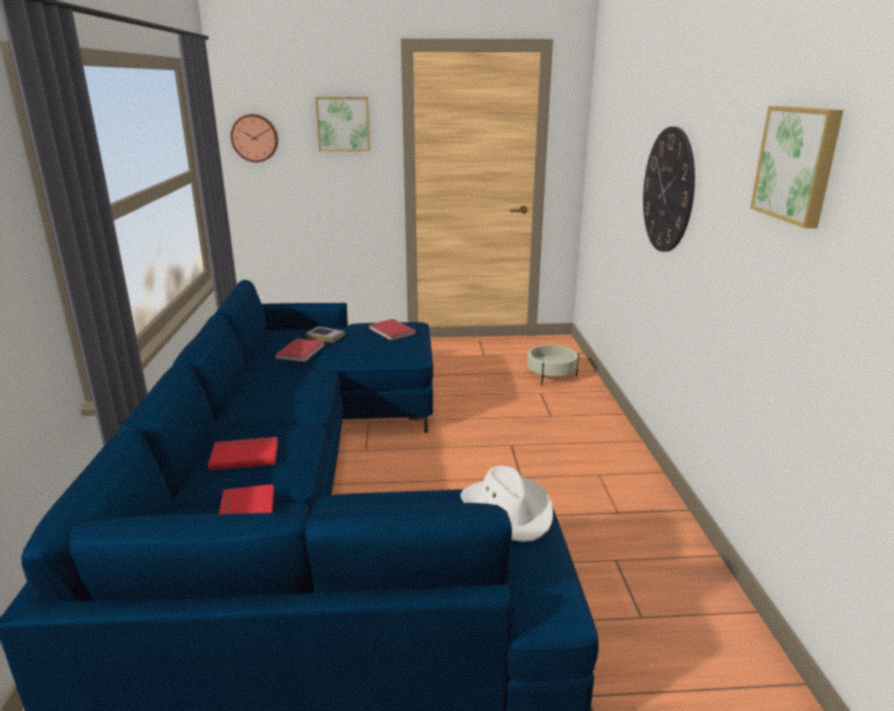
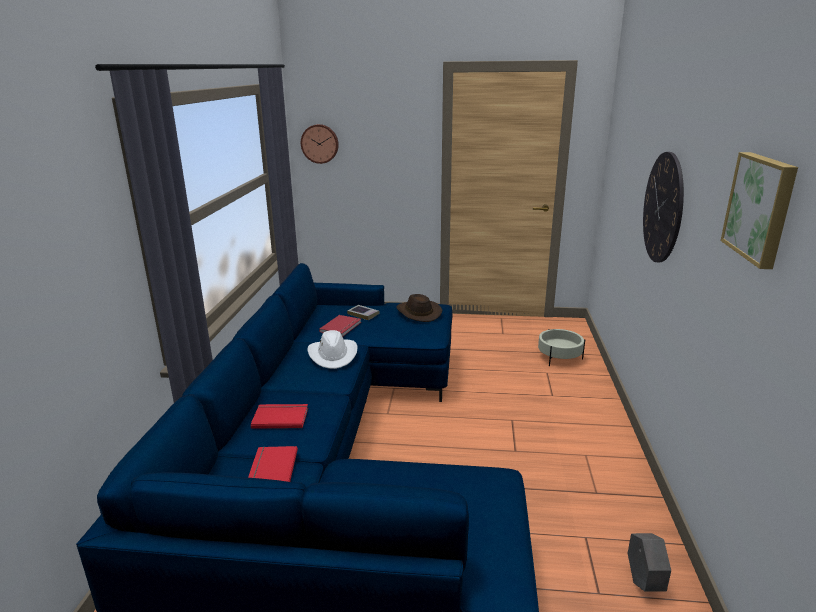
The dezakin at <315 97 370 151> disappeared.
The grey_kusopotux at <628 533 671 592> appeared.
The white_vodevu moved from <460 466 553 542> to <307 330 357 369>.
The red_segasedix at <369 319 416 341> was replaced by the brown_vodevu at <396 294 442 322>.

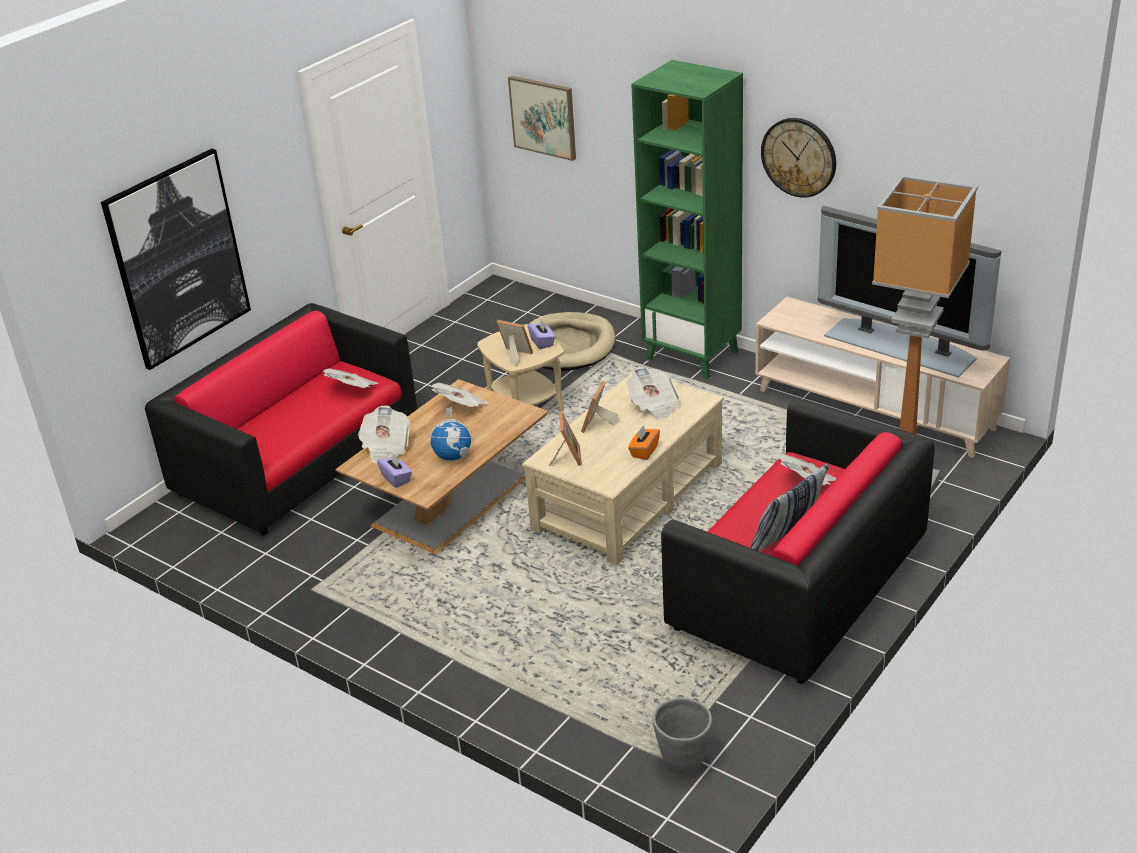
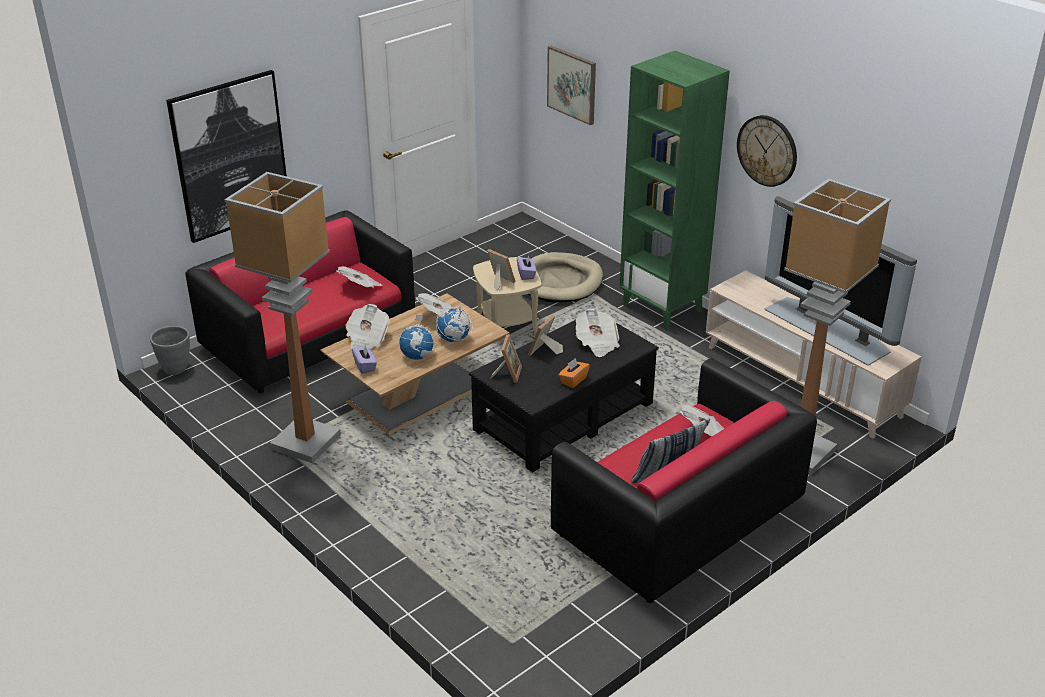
The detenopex at <225 172 341 463> appeared.
The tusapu at <436 306 473 343> appeared.
The grey_kusopotux moved from <653 698 712 775> to <150 326 190 375>.
The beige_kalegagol at <522 372 724 565> became the black_kalegagol at <469 320 659 473>.

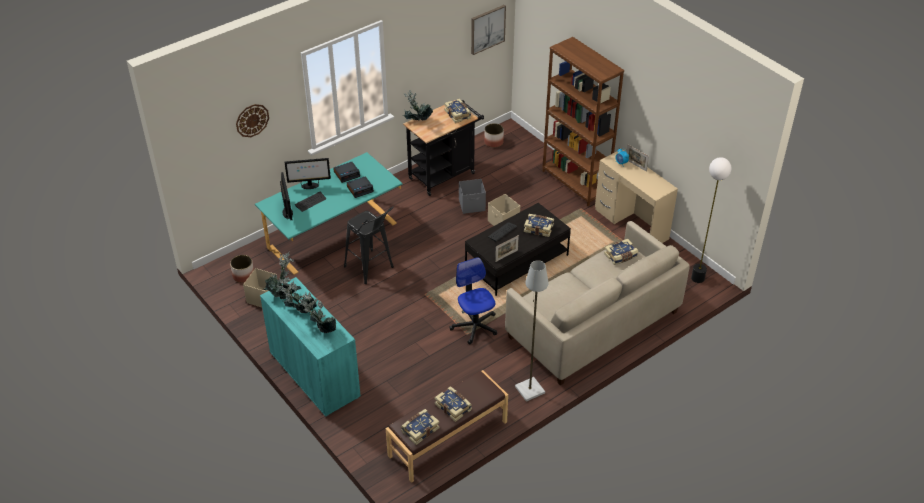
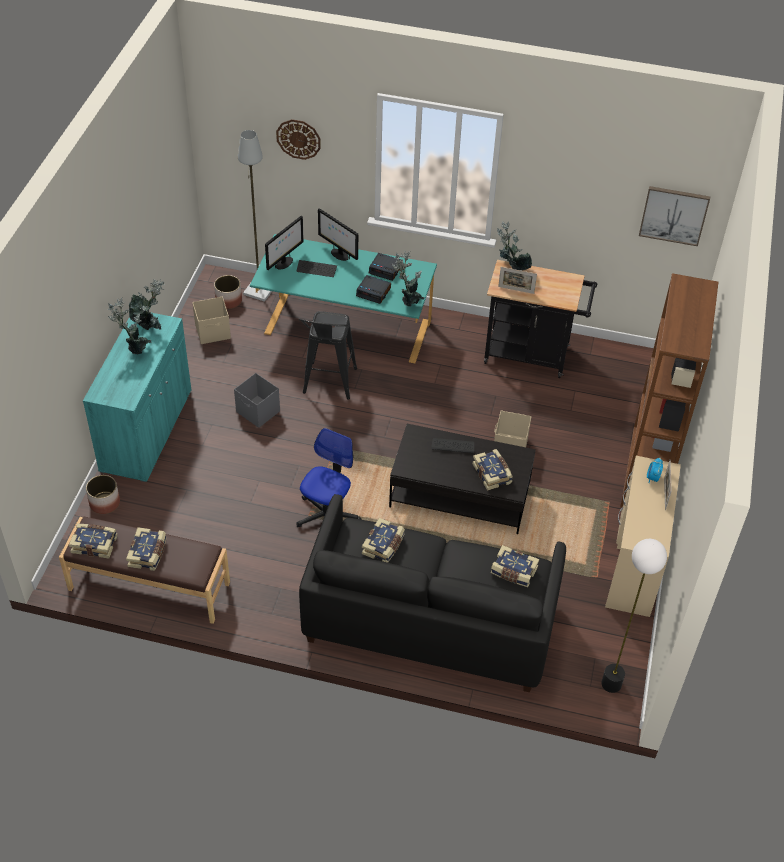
The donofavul moved from <300 291 336 333> to <392 251 424 307>.
The segasedix moved from <444 99 471 123> to <362 518 405 563>.
The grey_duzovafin moved from <459 179 486 214> to <234 373 280 428>.
The kusopotux moved from <484 123 504 148> to <86 475 120 514>.
The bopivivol moved from <495 235 519 262> to <498 267 537 294>.
The grey_detenopex moved from <515 260 548 402> to <238 130 272 302>.
The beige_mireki at <505 221 690 386> became the black_mireki at <299 494 566 692>.

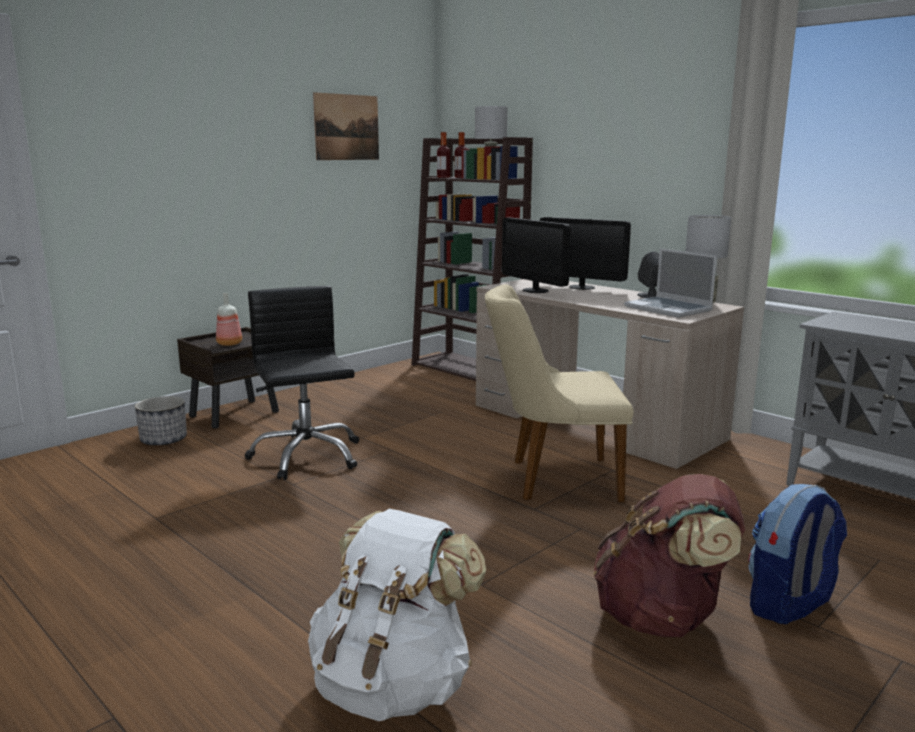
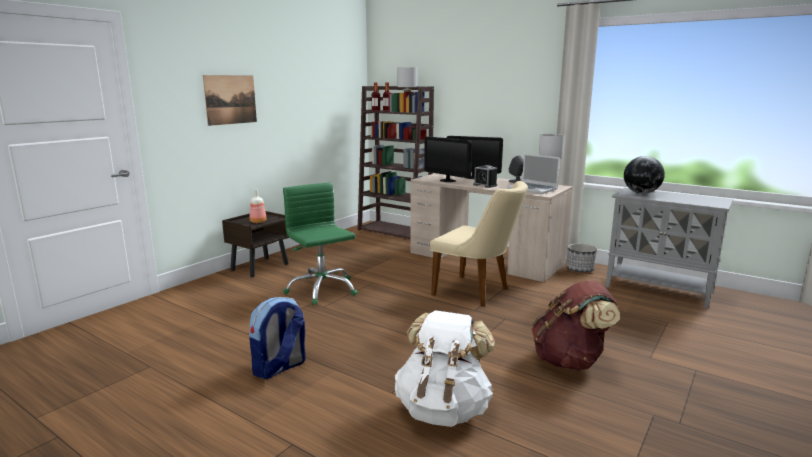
The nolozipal at <473 165 497 188> appeared.
The tusapu at <624 156 665 194> appeared.
The kusopotux moved from <135 396 187 445> to <567 243 597 273>.
The dezakin moved from <313 92 379 160> to <203 75 257 126>.
The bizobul moved from <748 484 847 624> to <249 297 305 379>.
The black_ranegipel at <245 286 359 480> became the green_ranegipel at <283 183 358 305>.
The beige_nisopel at <485 284 634 502> turned 135 degrees counterclockwise.

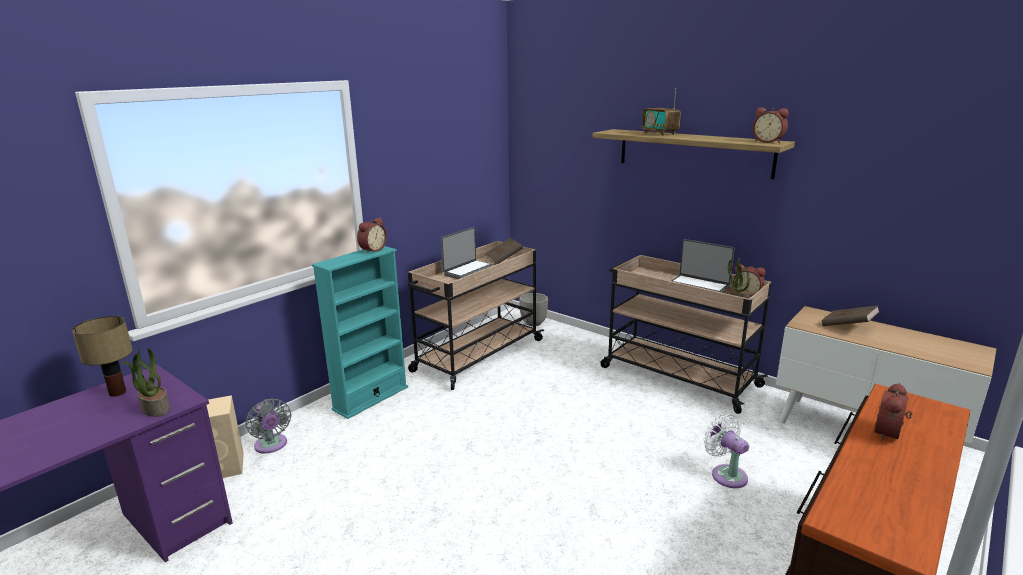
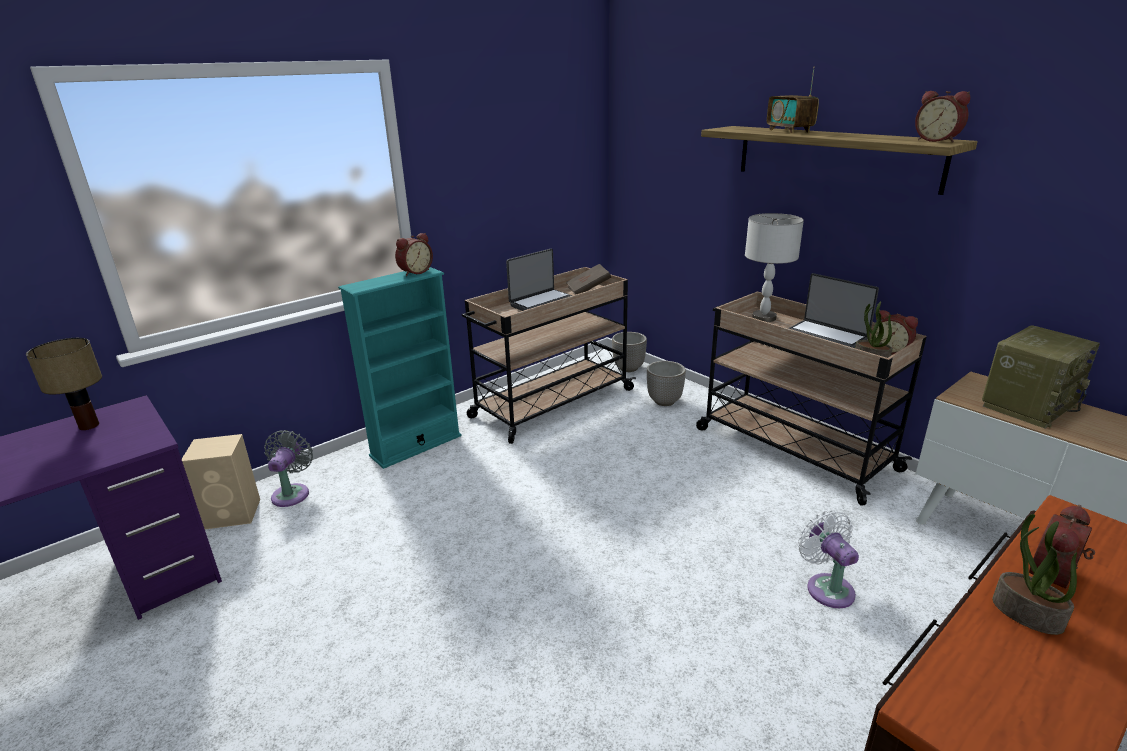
The kusopotux at <647 361 686 406> appeared.
The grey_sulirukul at <745 213 804 322> appeared.
The donofavul moved from <122 348 170 417> to <992 514 1077 635>.
The brown_segasedix at <822 305 880 326> was replaced by the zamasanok at <982 325 1100 429>.
The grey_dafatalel at <245 399 291 454> turned 150 degrees counterclockwise.

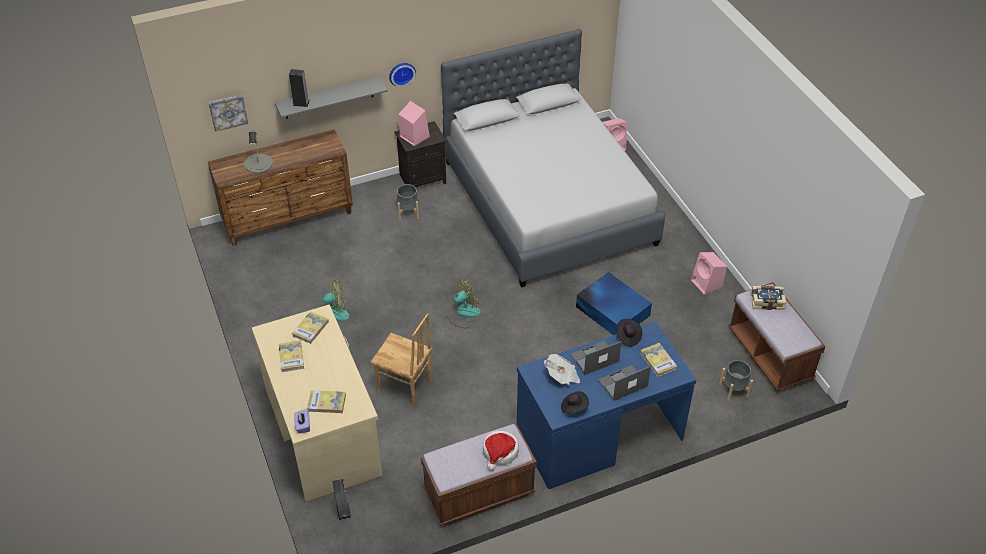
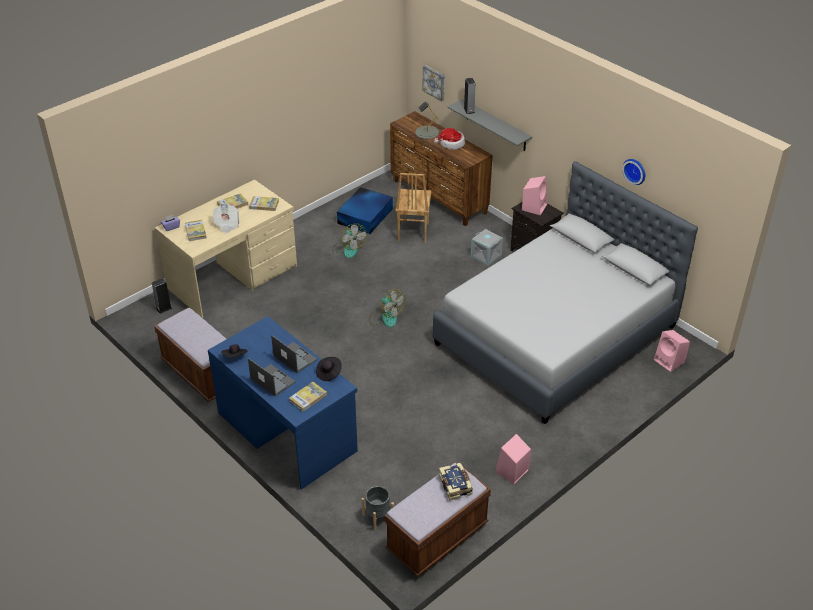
The brown_nisopel moved from <370 314 432 407> to <396 173 431 243>.
The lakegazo moved from <389 63 416 87> to <622 159 645 185>.
The vodevu moved from <483 431 519 471> to <434 128 465 150>.
The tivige moved from <544 354 580 385> to <212 203 240 234>.
The blue_duzovafin moved from <576 272 652 335> to <337 187 393 234>.
The grey_kusopotux at <397 184 419 220> was replaced by the grey_duzovafin at <471 229 503 265>.

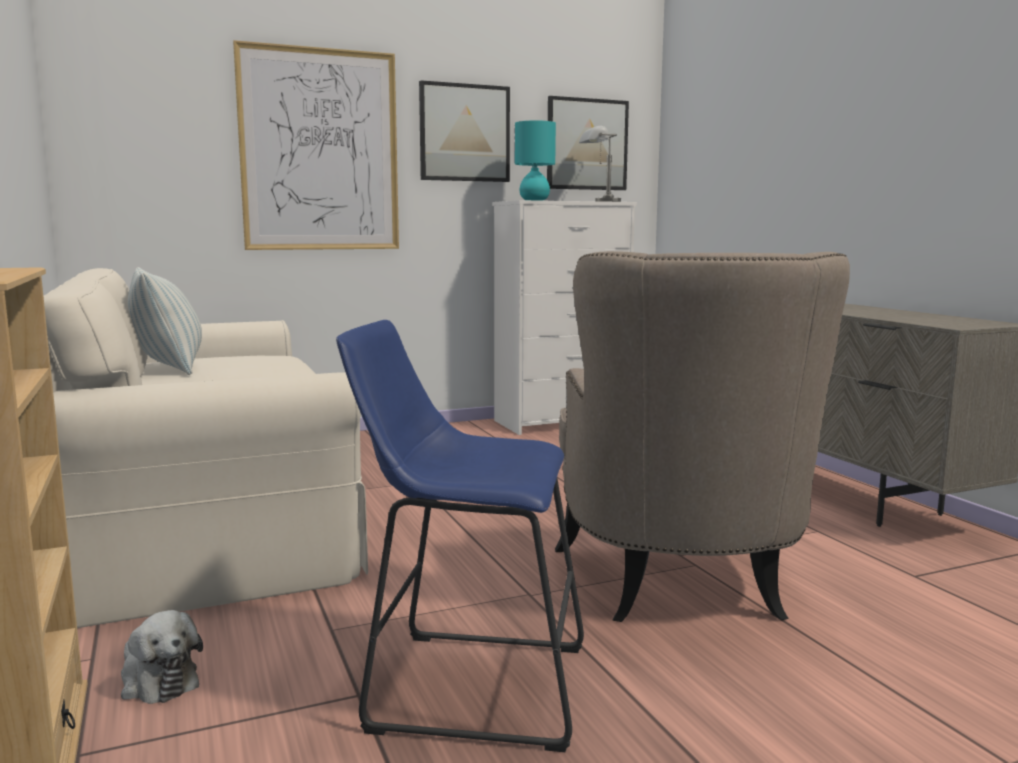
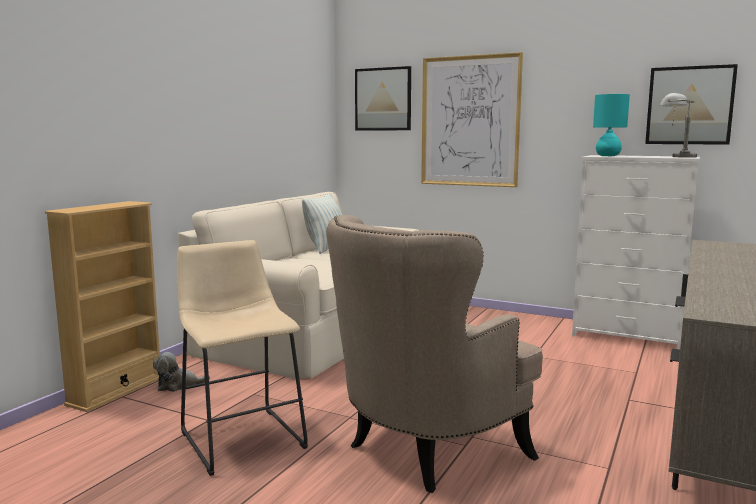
The dezakin moved from <419 80 510 182> to <355 66 411 131>.
The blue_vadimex at <336 320 584 752> became the beige_vadimex at <177 240 308 476>.
The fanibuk at <121 610 203 704> turned 75 degrees clockwise.

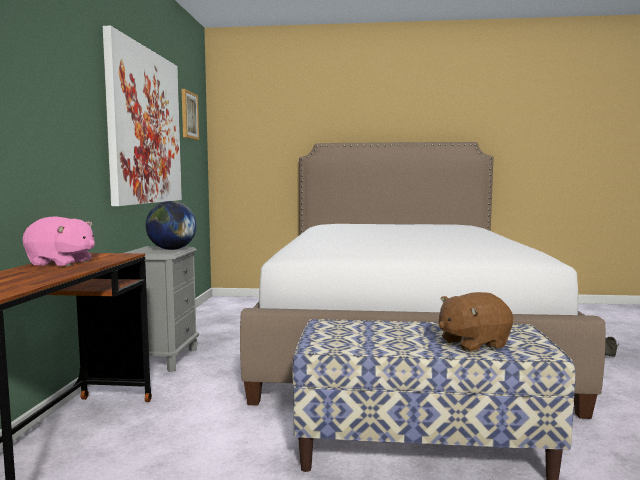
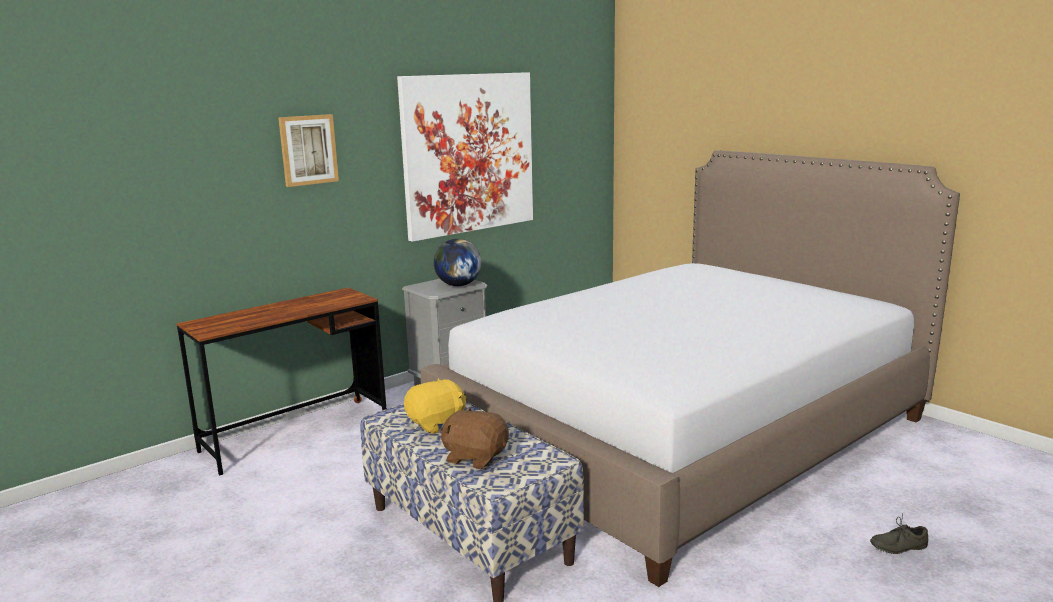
The pink_fanibuk at <23 216 95 266> disappeared.
The yellow_fanibuk at <404 378 467 434> appeared.
The dezakin moved from <182 89 199 140> to <278 114 339 187>.

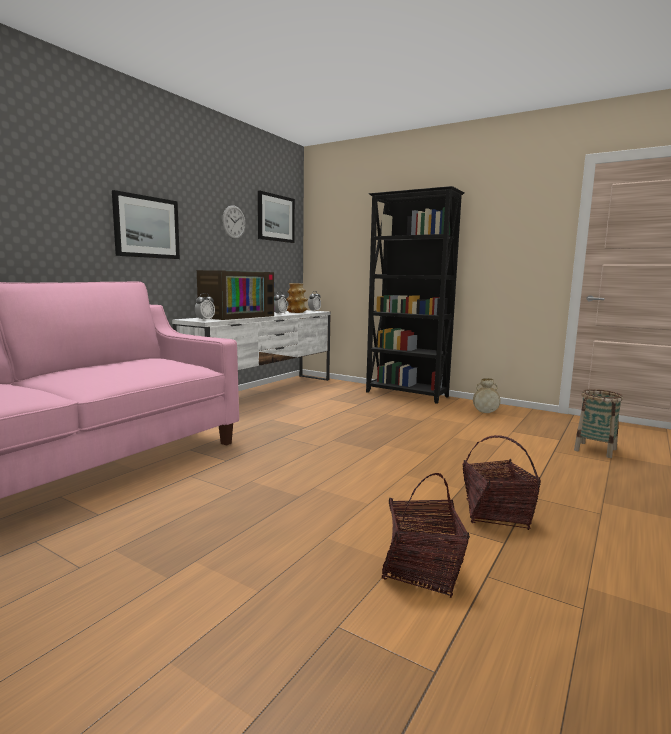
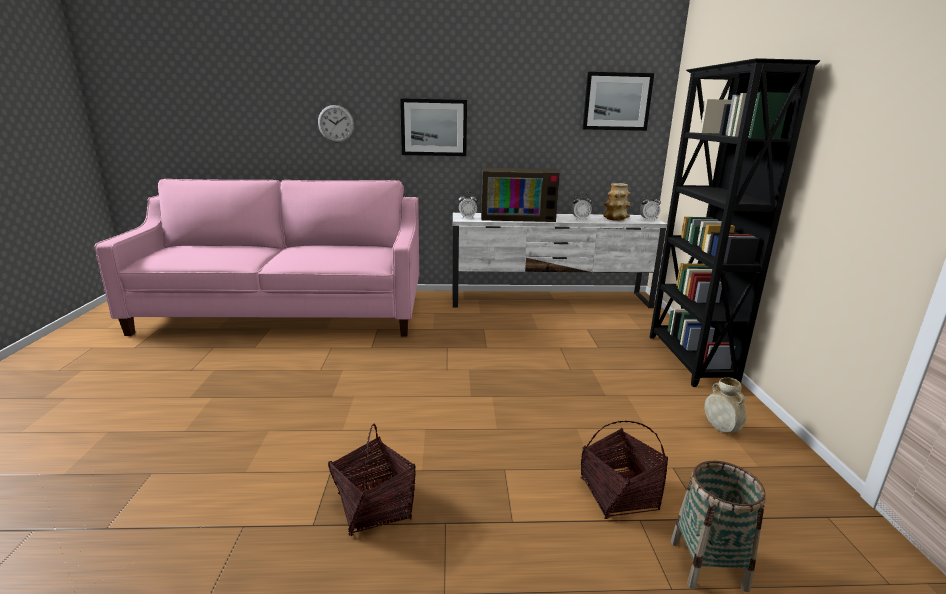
The lakegazo moved from <222 205 246 239> to <318 105 354 142>.
The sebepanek moved from <382 473 470 598> to <581 421 668 519>.

